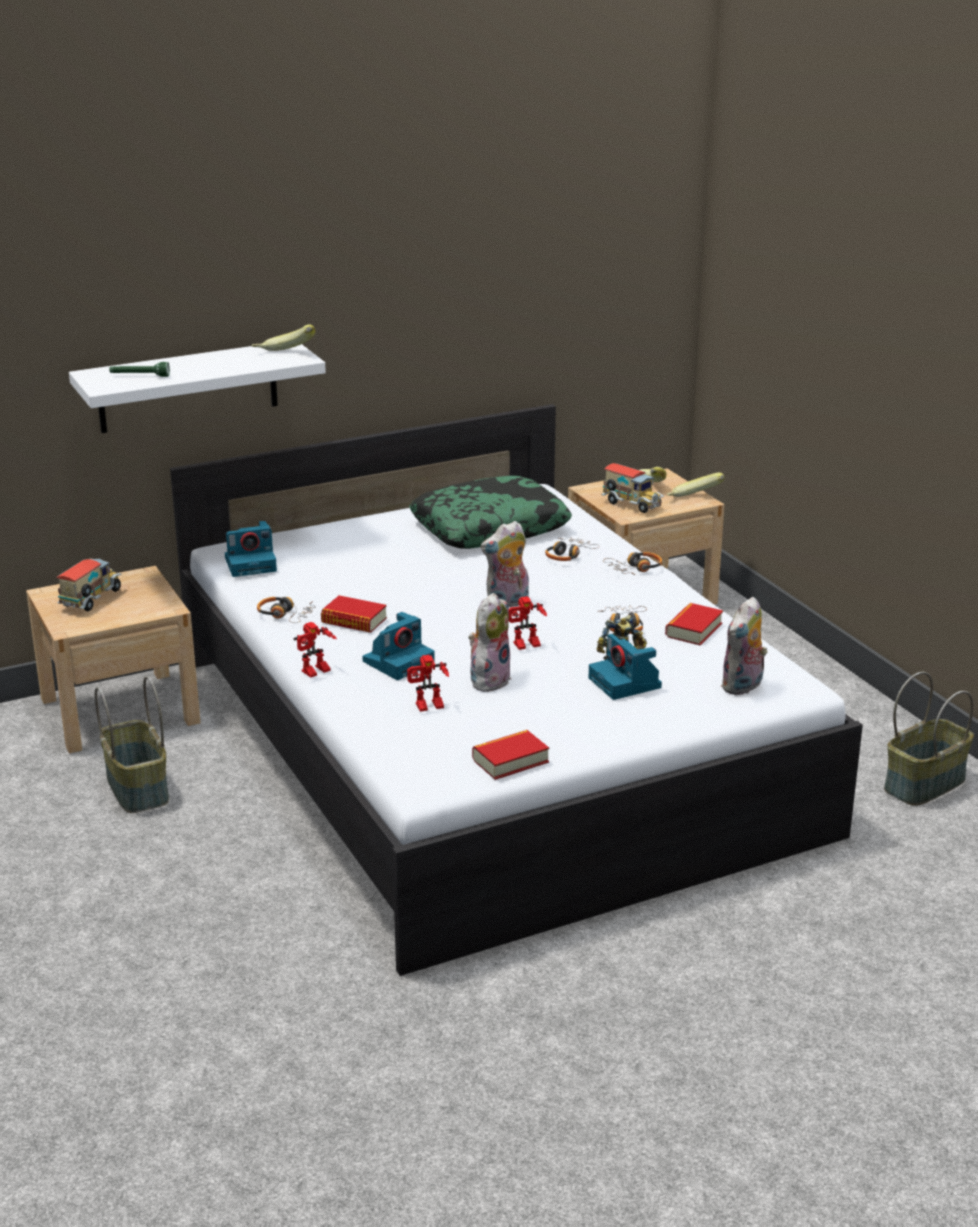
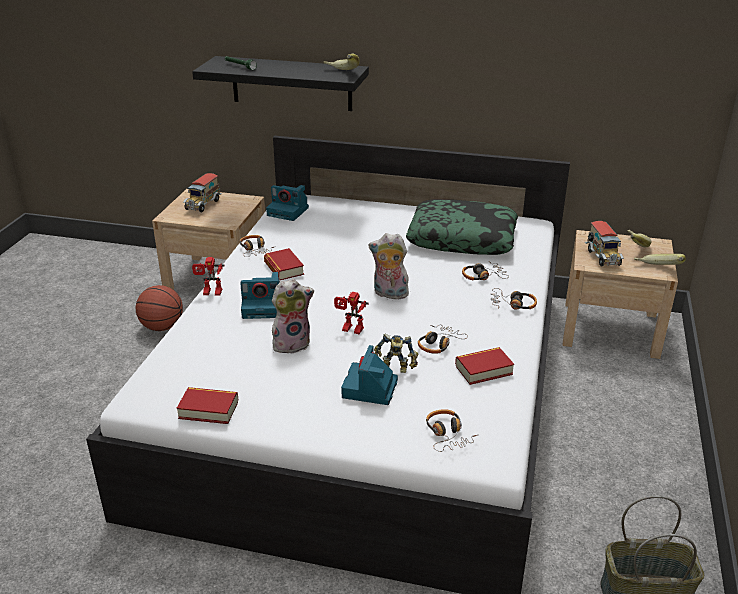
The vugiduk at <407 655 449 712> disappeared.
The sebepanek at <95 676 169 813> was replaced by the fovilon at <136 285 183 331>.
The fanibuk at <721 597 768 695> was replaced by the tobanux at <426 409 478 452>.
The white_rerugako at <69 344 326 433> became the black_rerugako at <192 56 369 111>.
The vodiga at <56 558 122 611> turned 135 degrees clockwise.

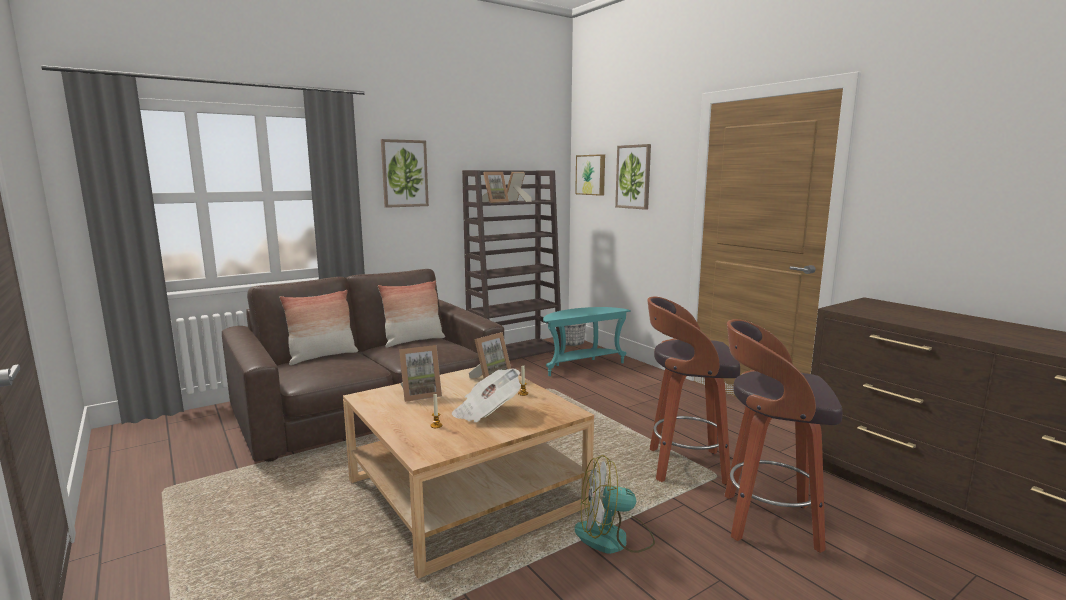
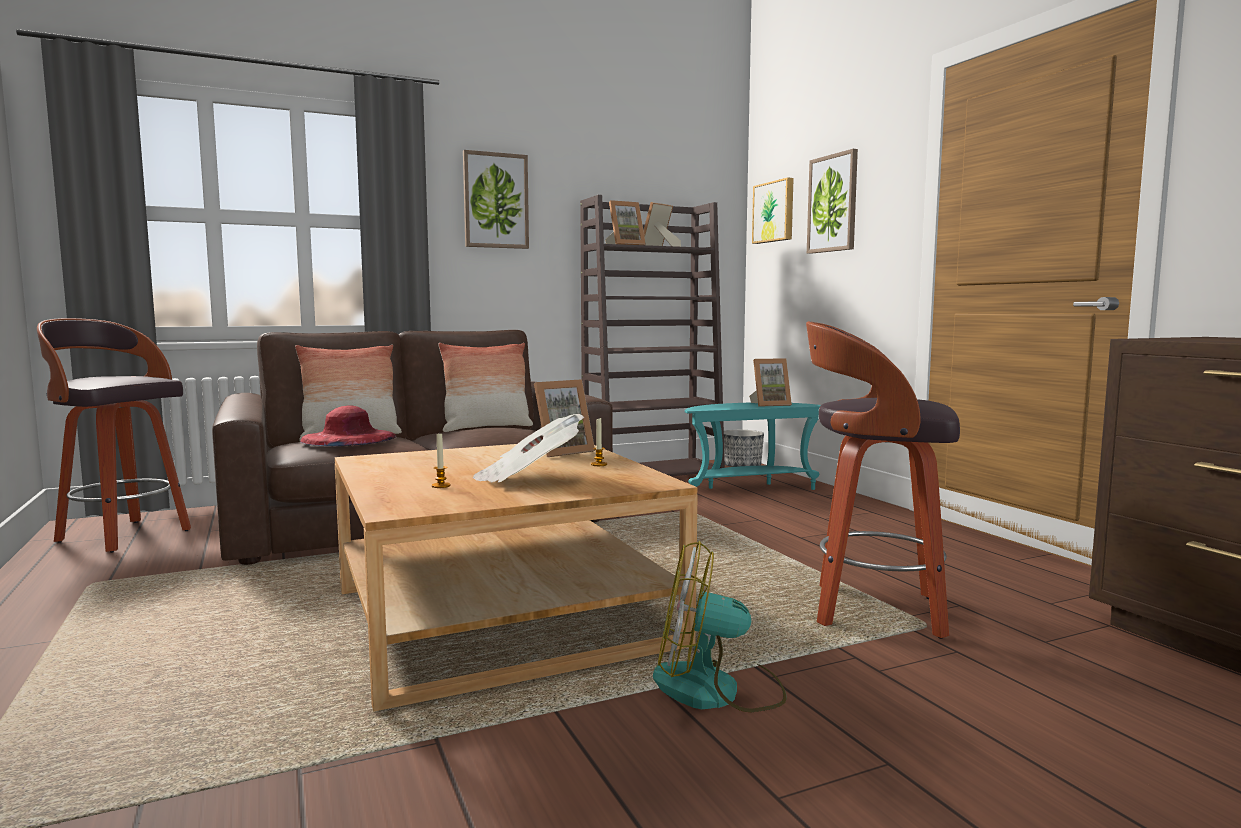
The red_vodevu at <300 405 397 446> appeared.
The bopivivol moved from <399 345 442 402> to <749 358 792 407>.
The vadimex moved from <724 319 842 553> to <37 318 191 553>.

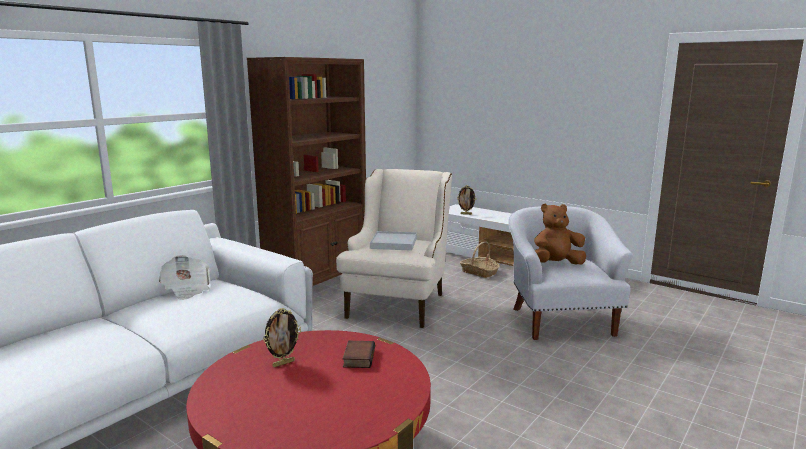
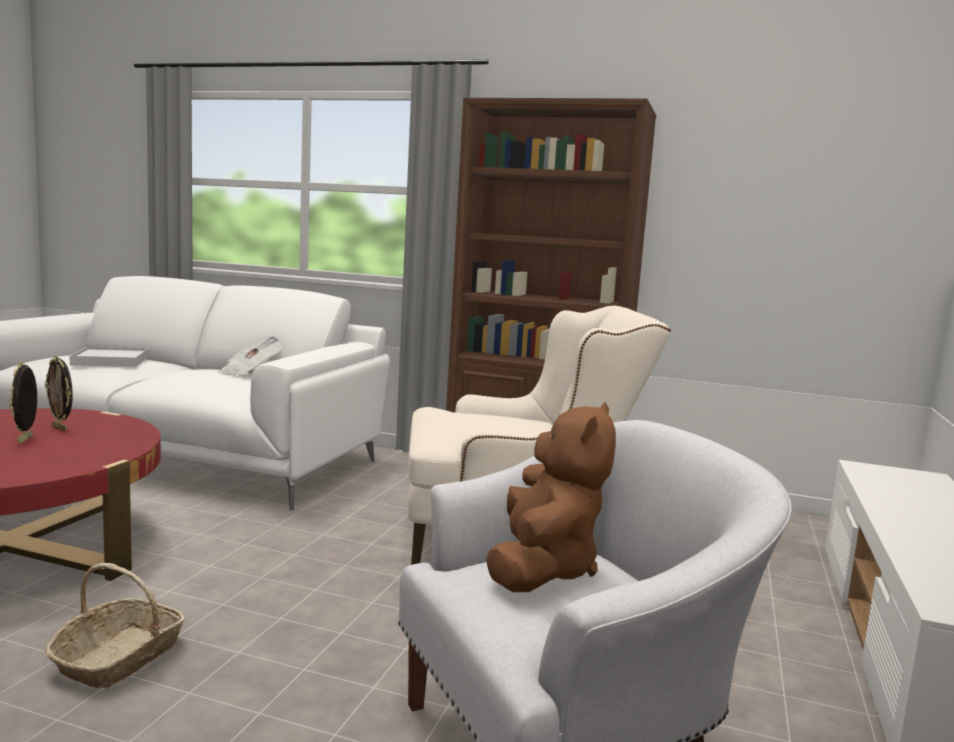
The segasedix at <343 341 375 368> disappeared.
The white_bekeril moved from <370 231 417 251> to <69 346 149 367>.
The bopivivol moved from <457 185 476 215> to <9 362 37 444>.
The sebepanek moved from <460 242 500 278> to <45 563 186 688>.
The brown_fanibuk at <534 204 586 265> turned 45 degrees clockwise.

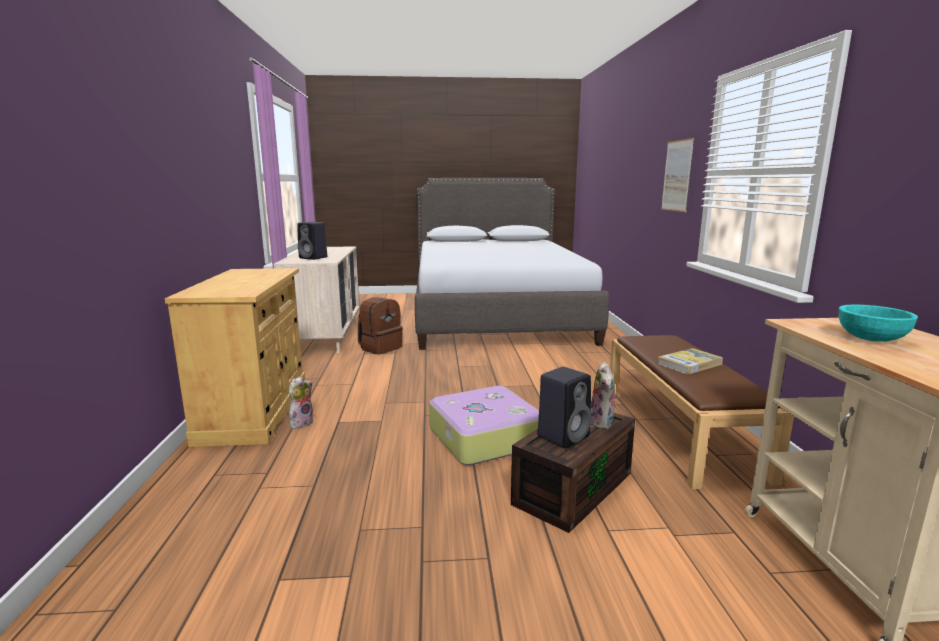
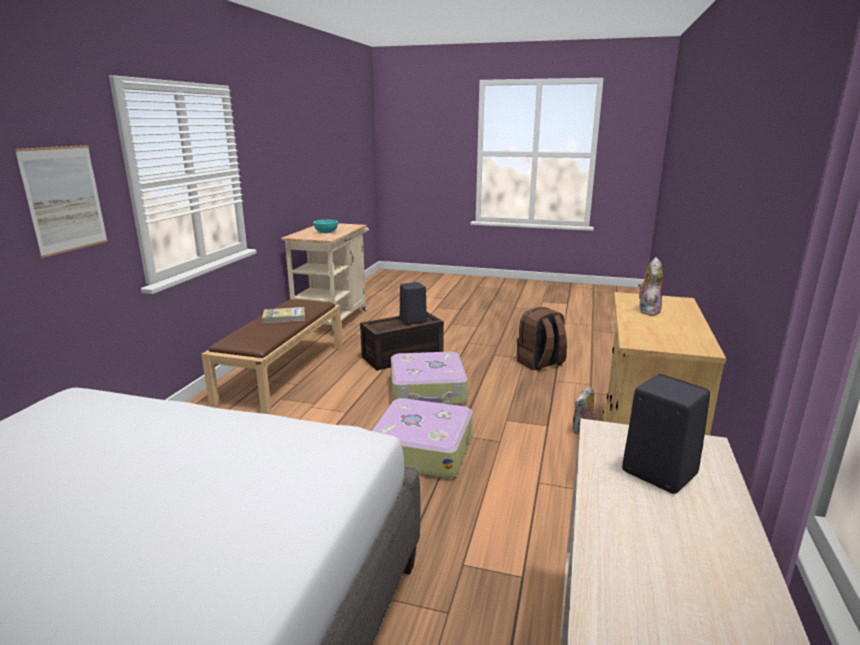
The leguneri at <371 398 473 479> appeared.
The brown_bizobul moved from <358 297 403 354> to <517 307 567 371>.
The fanibuk moved from <591 362 619 429> to <638 257 663 315>.

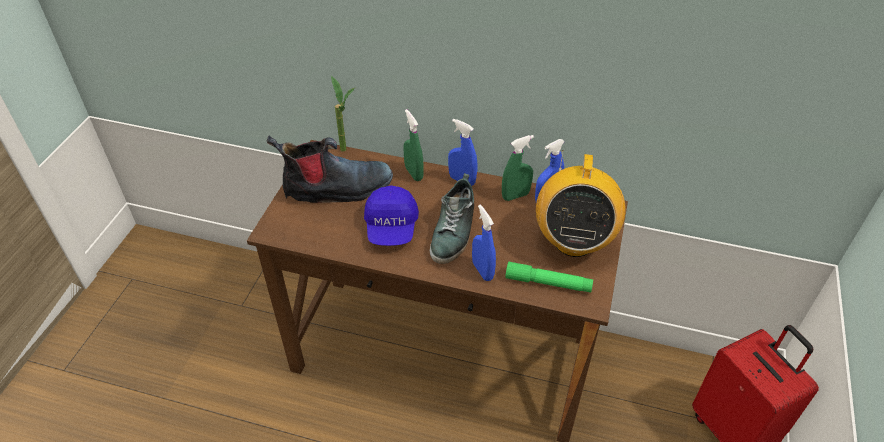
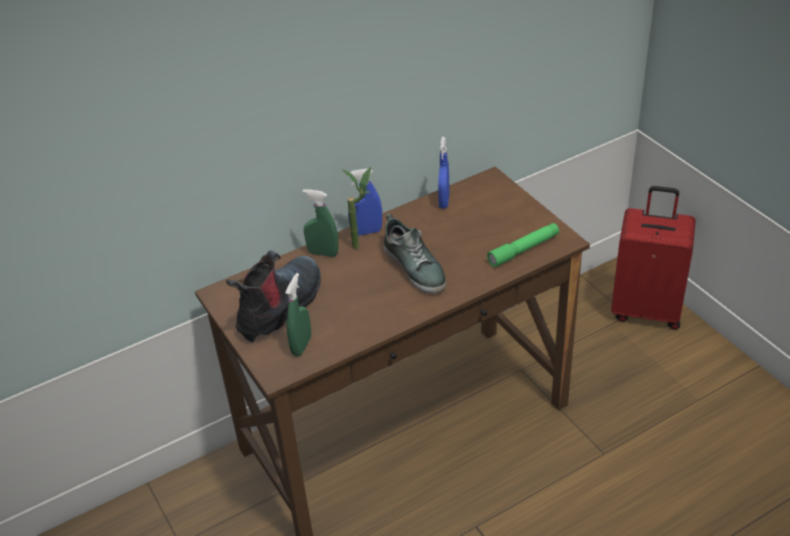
The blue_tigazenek at <364 185 419 246> disappeared.
The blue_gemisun at <472 205 496 281> disappeared.
The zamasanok at <536 150 626 257> disappeared.
The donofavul moved from <331 76 355 151> to <342 167 371 249>.
The green_gemisun moved from <502 135 534 201> to <285 273 311 356>.

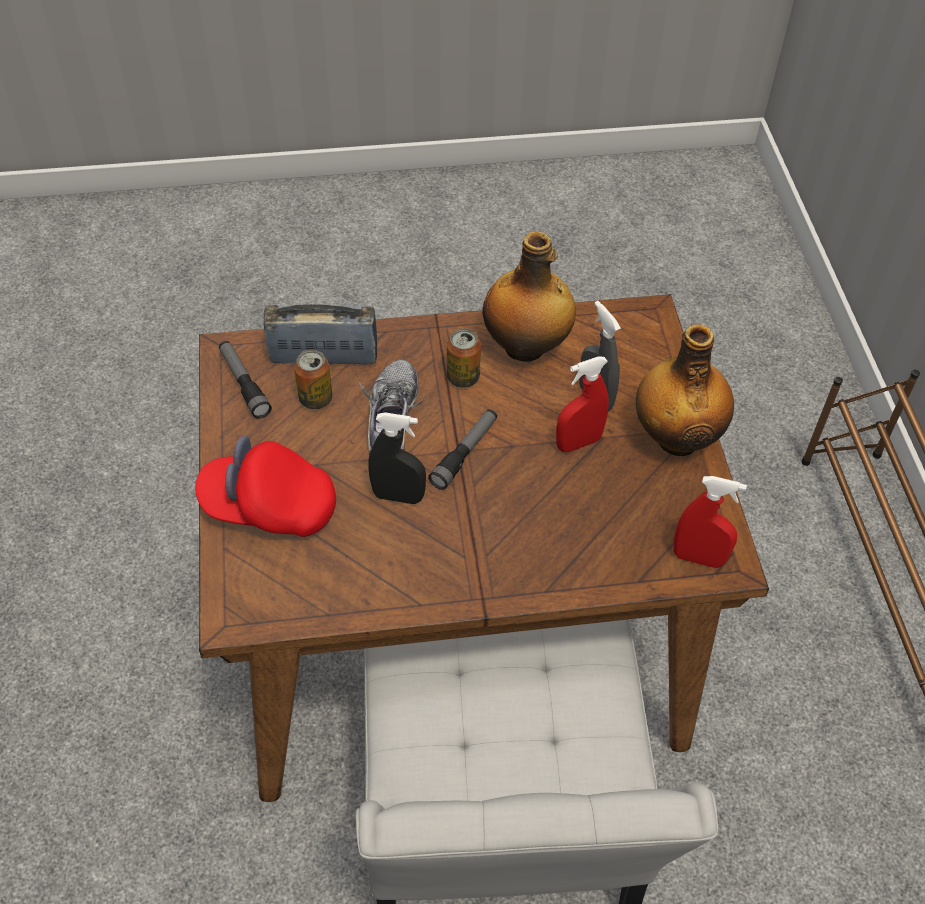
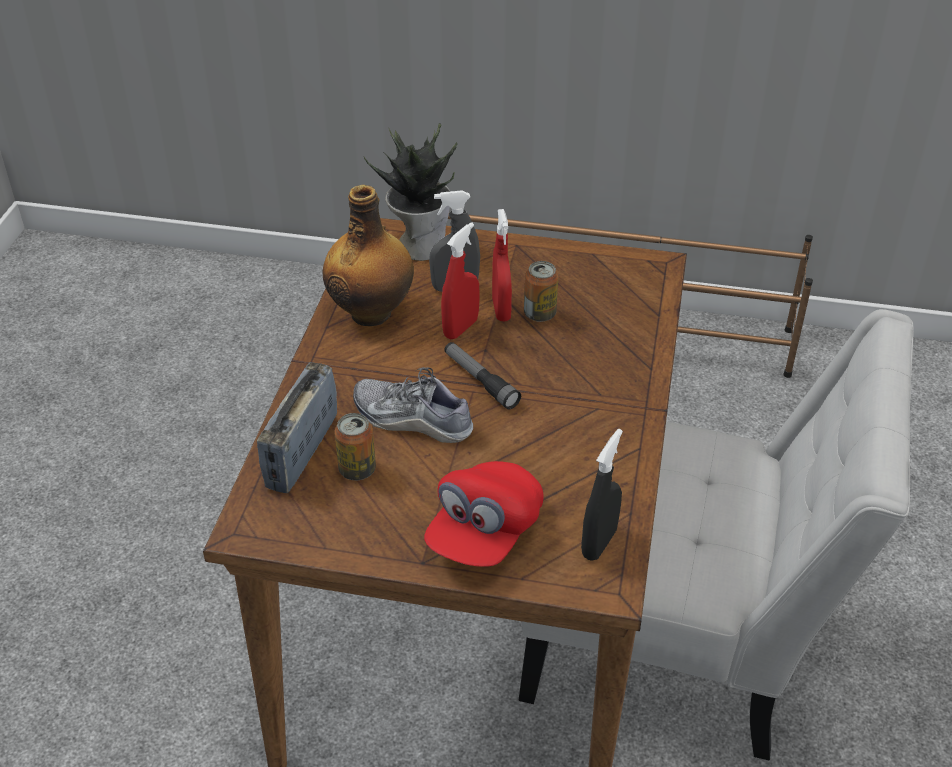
The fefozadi at <219 341 272 419> disappeared.
The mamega at <636 324 734 456> disappeared.
The donofavul at <364 123 457 261> appeared.
The black_gemisun moved from <369 413 426 504> to <581 429 623 561>.
The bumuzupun moved from <447 328 481 388> to <524 261 559 322>.
The red_gemisun moved from <673 476 747 568> to <441 222 480 339>.

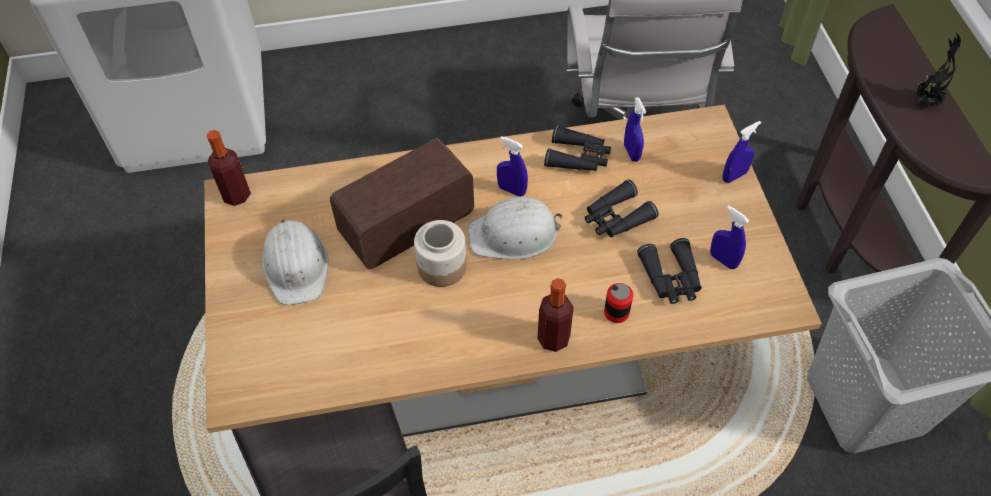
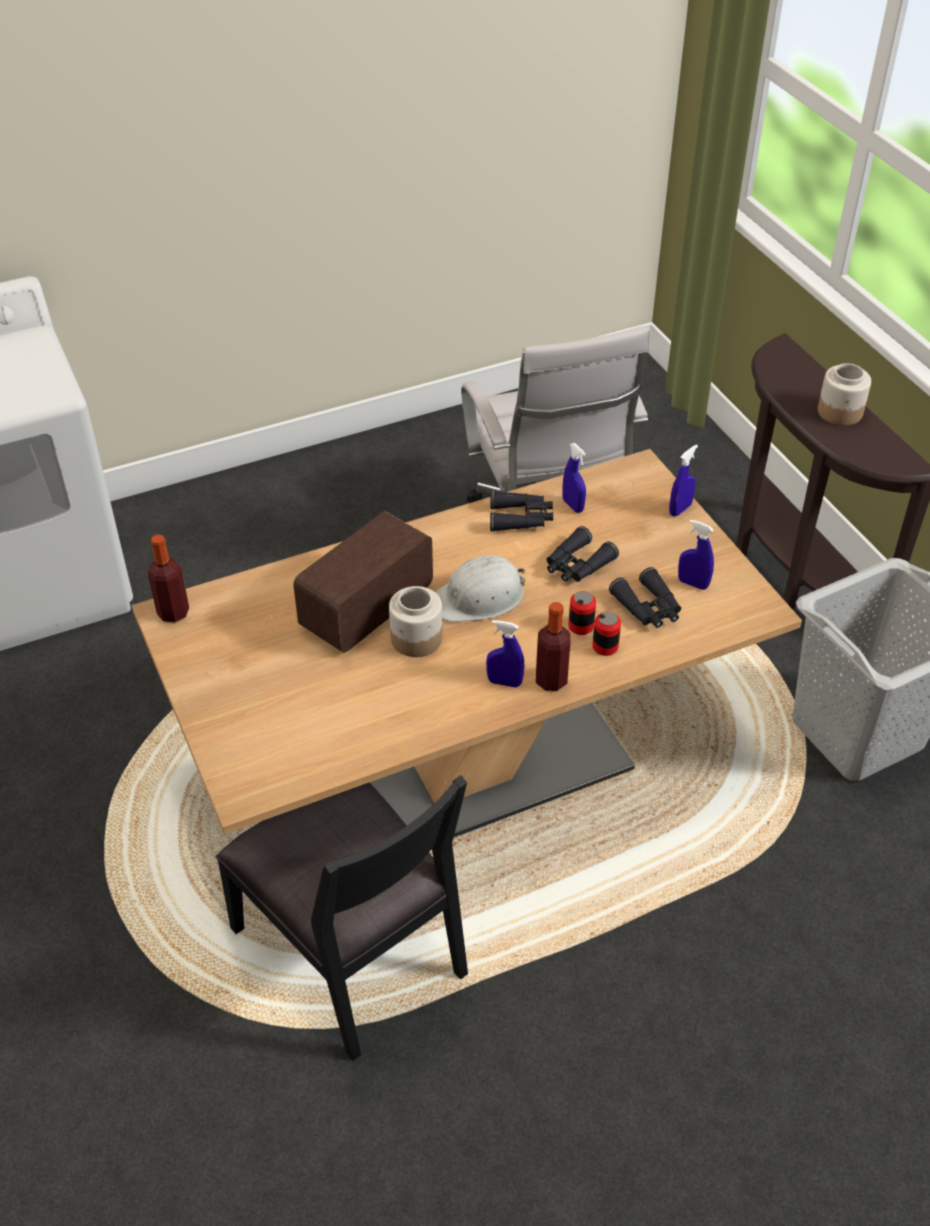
The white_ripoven at <262 219 328 305> disappeared.
The bumuzupun at <568 591 596 635> appeared.
The blue_gemisun moved from <497 136 528 197> to <486 620 524 688>.
The donofavul at <914 33 961 107> was replaced by the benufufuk at <818 363 871 426>.

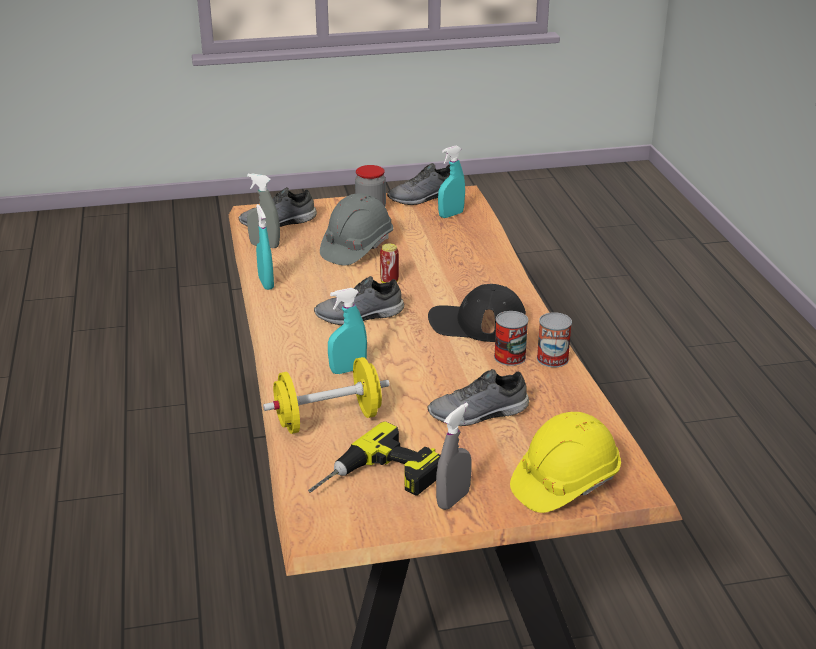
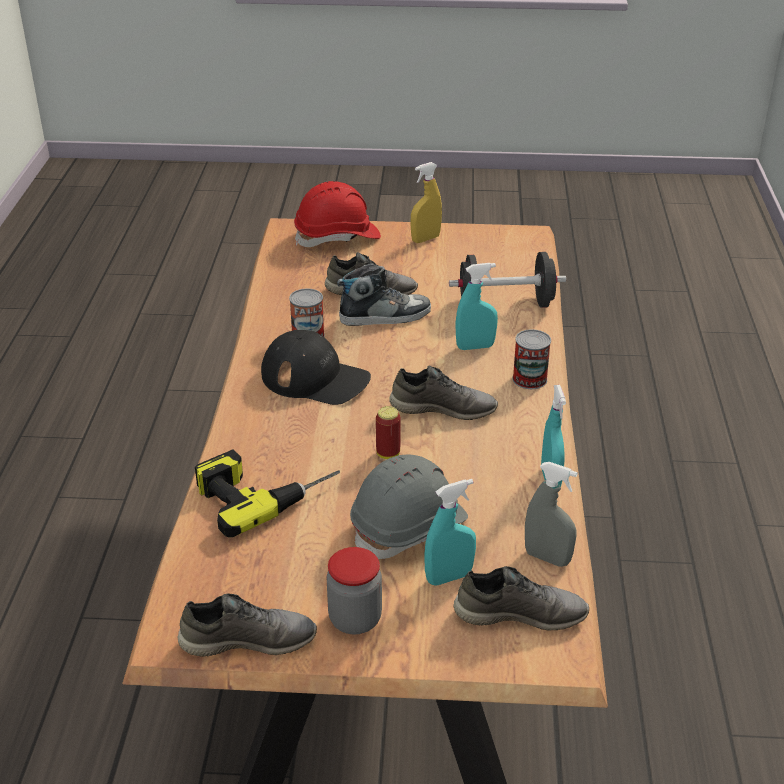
The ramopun at <337 264 431 326> appeared.
The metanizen moved from <308 421 441 496> to <195 449 340 537>.
The turquoise_gemisun moved from <438 146 465 218> to <424 479 476 586>.
The bumuzupun moved from <537 312 572 368> to <513 329 551 389>.
The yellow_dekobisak at <263 357 390 434> became the black_dekobisak at <449 252 566 308>.
The grey_gemisun at <436 403 472 510> became the yellow_gemisun at <410 162 442 243>.
The yellow_ripoven at <510 412 621 513> became the red_ripoven at <294 181 381 247>.

